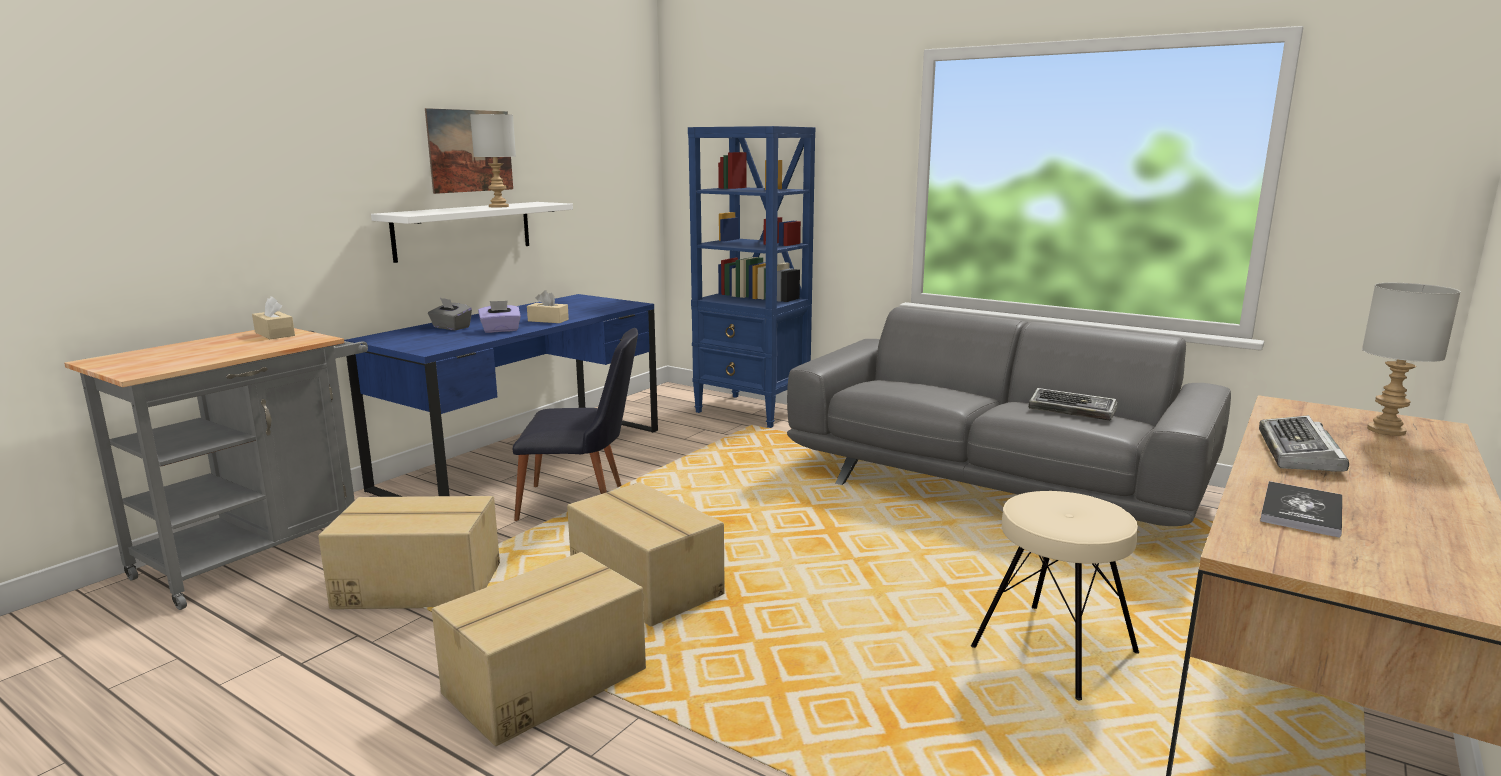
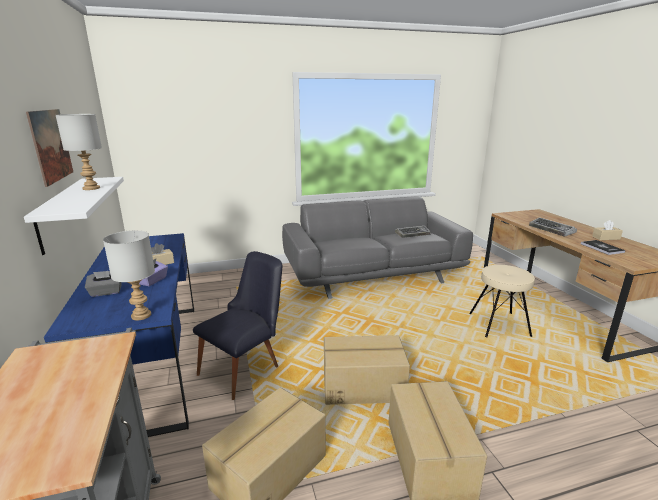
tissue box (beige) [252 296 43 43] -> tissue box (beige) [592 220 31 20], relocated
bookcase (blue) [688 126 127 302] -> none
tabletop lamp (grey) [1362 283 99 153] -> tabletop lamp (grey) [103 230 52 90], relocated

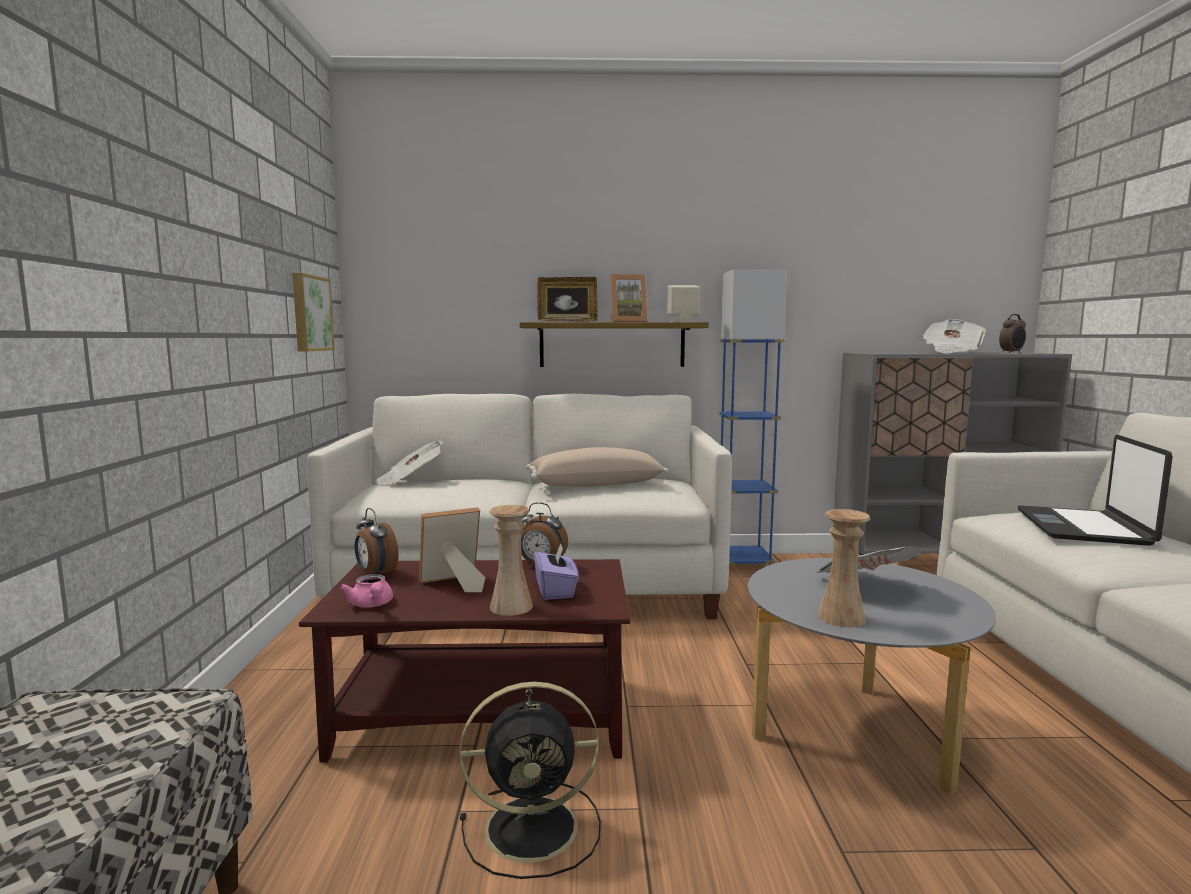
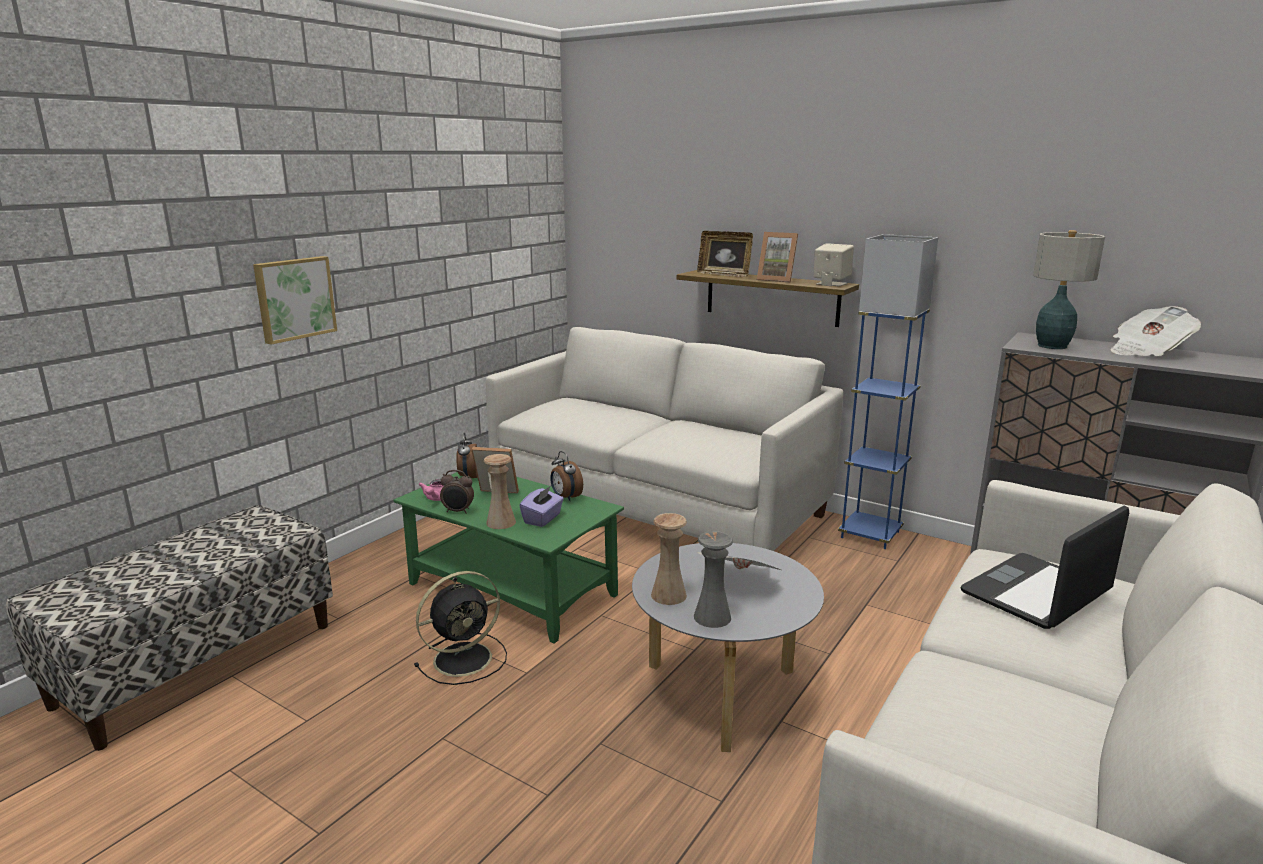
wall art [292 273 43 78] -> wall art [253 256 84 89], relocated
low table (brownish) [299 559 331 204] -> low table (greenish) [394 472 230 172]
daily paper [375 441 68 43] -> none
cooling fan (black) [459 682 142 197] -> cooling fan (black) [414 571 93 114], 60 degrees counterclockwise
cushion (beige) [526 447 142 40] -> none
alarm clock [999 314 27 39] -> alarm clock [440 470 34 44], relocated
none -> vase (grey) [694 531 39 97]
none -> tabletop lamp [1033 230 72 119]

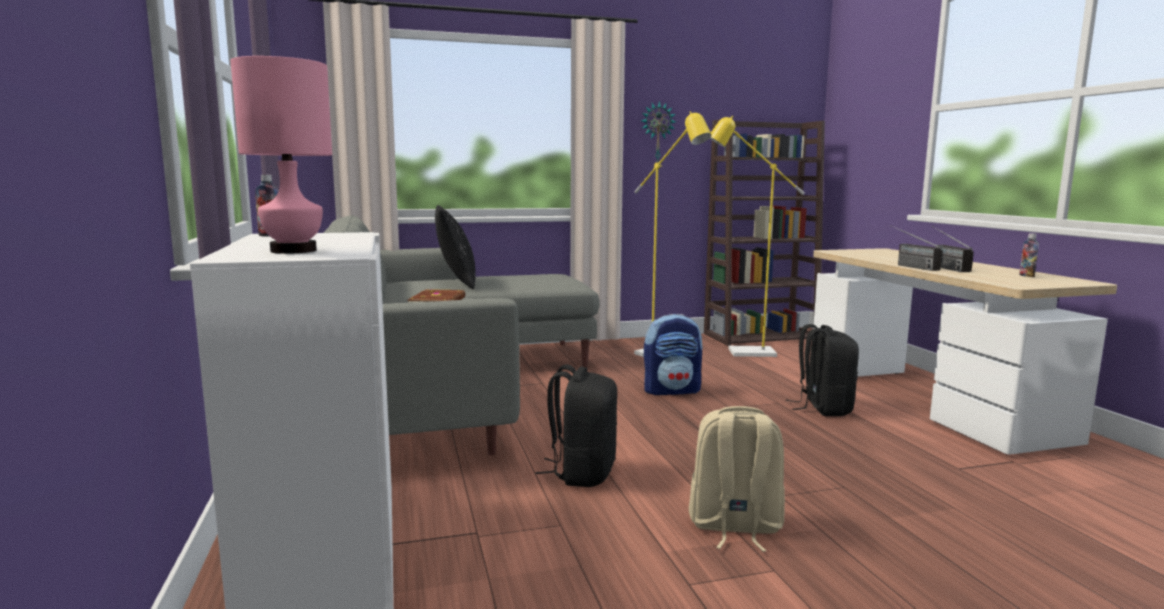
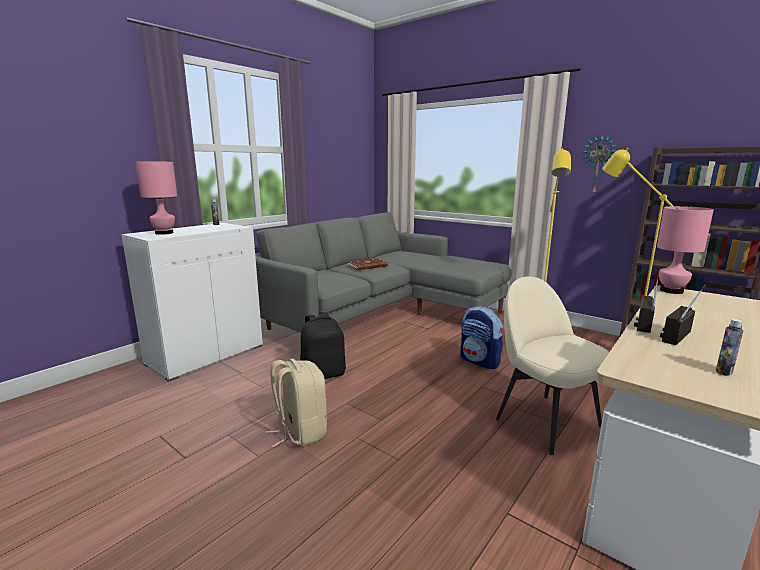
cushion (black) [435 205 40 84] -> none
knapsack (black) [786 324 73 92] -> plain chair (beige) [496 276 113 179]
none -> tabletop lamp (pink-coloured) [657 206 57 88]

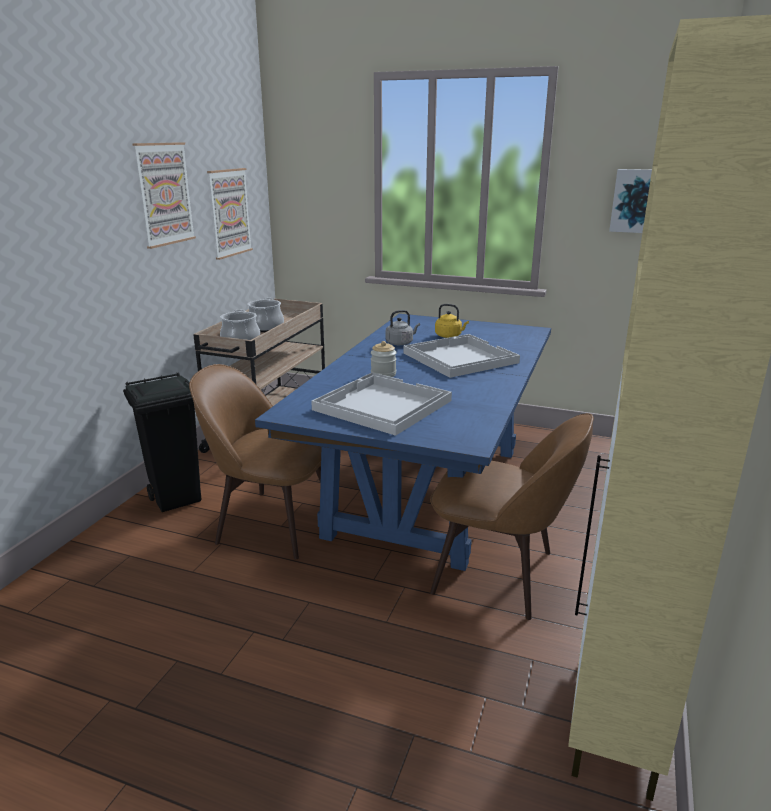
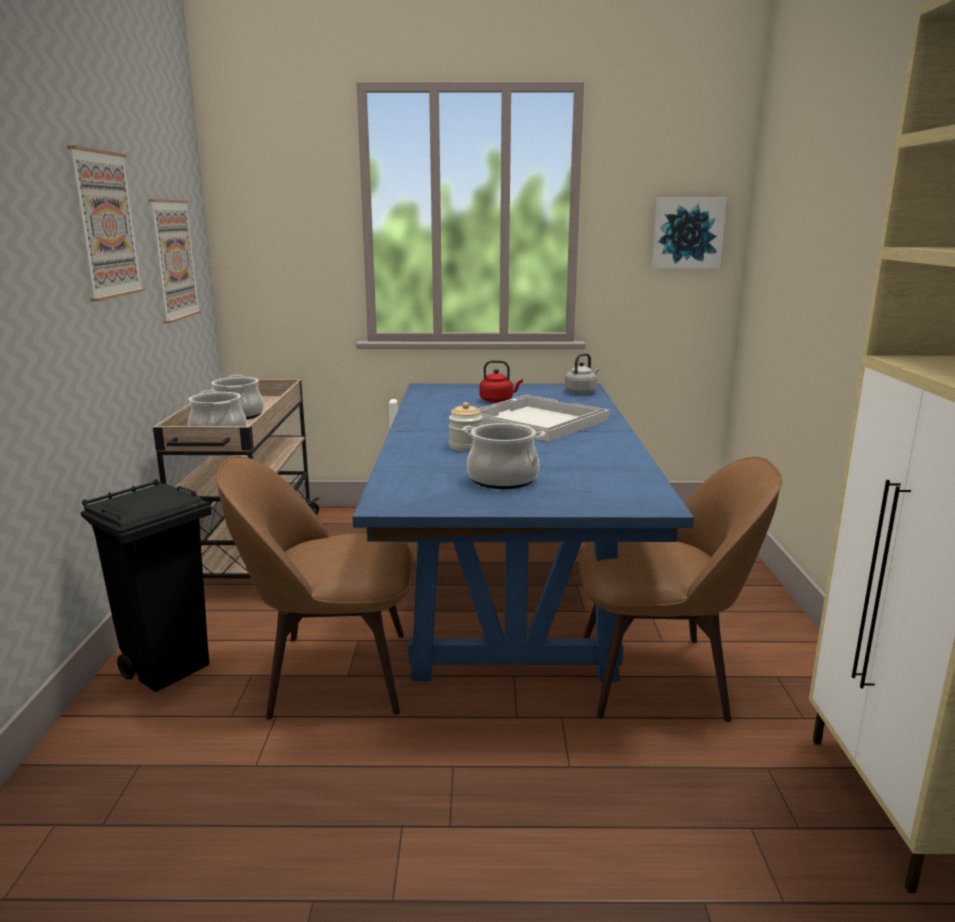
serving tray (white-coloured) [311 372 141 64] -> cooking pot [462 423 84 66]
water kettle (grey) [386 310 34 35] -> water kettle (grey) [565 353 34 41], relocated
water kettle (yellowish) [435 304 34 34] -> water kettle (reddish) [480 360 43 43]

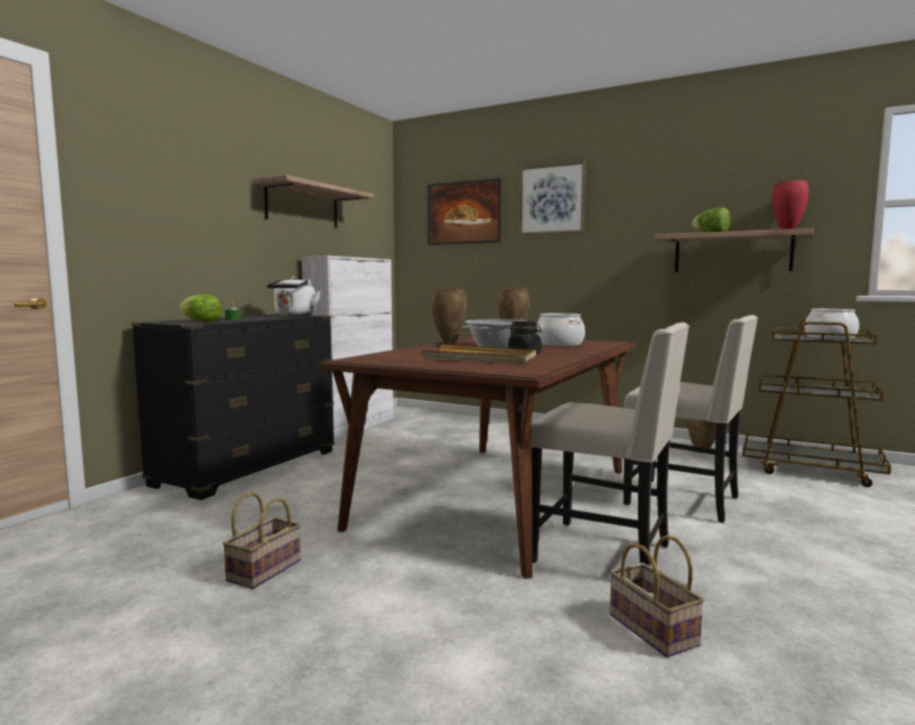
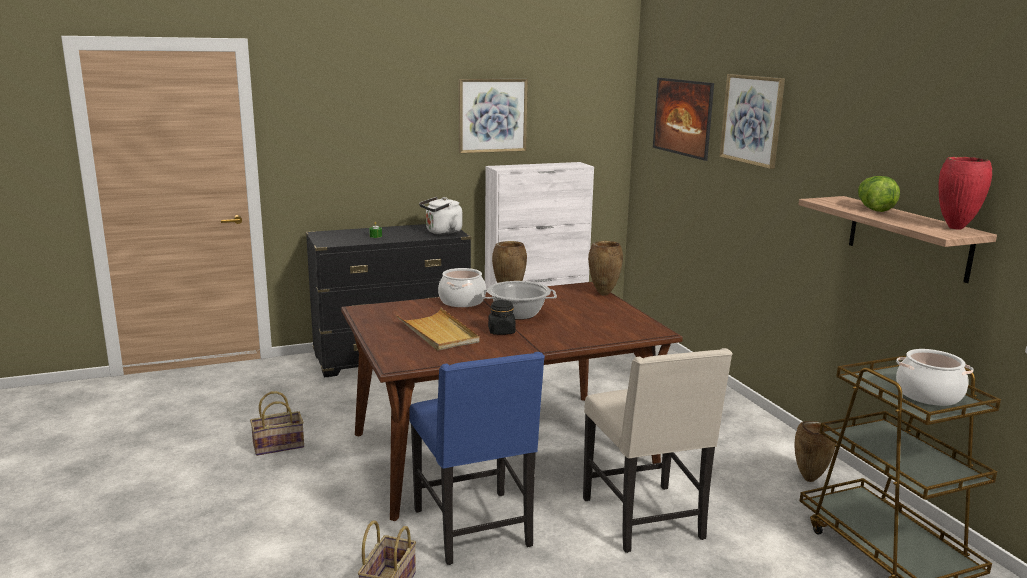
lettuce [179 294 43 28] -> none
bracket shelf [253 175 121 53] -> wall art [459 79 69 74]
plain chair (beige) [532 322 157 245] -> plain chair (blue) [409 352 136 213]
cooking pot [536 313 49 34] -> cooking pot [438 268 48 39], relocated

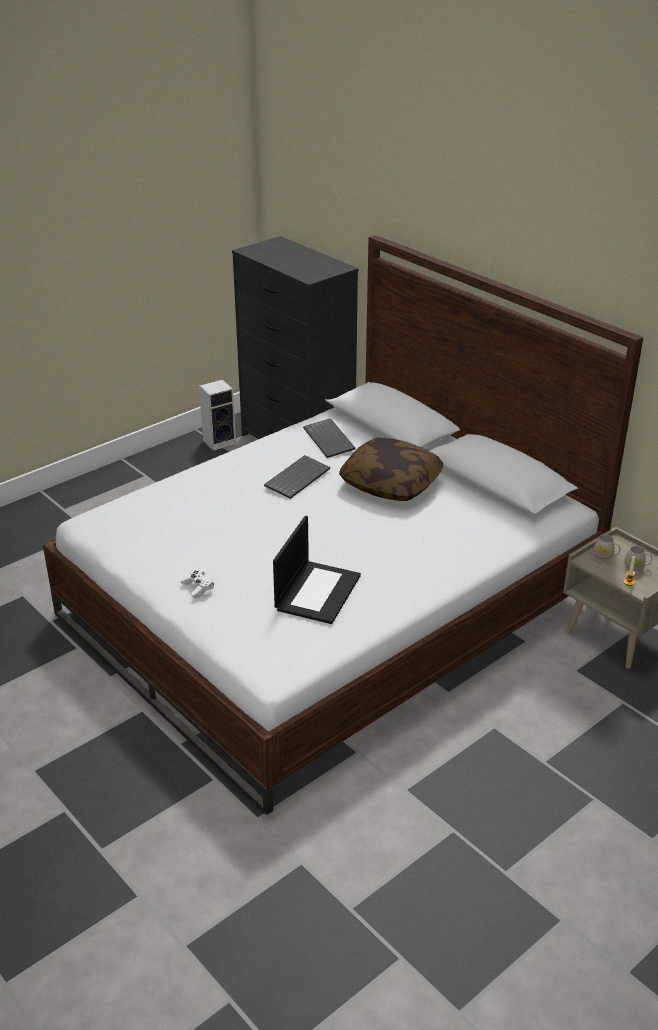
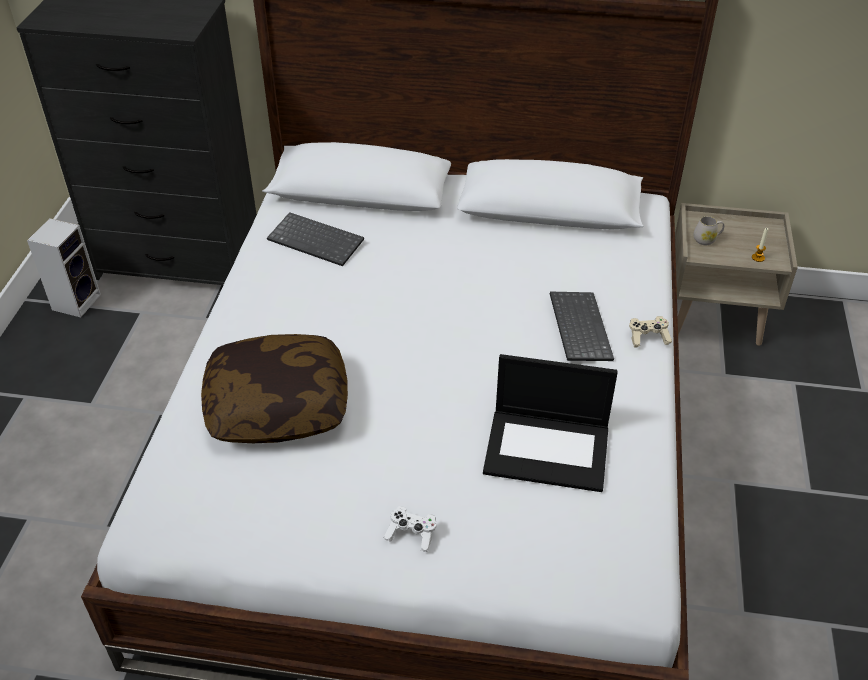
computer keyboard [264 455 66 44] -> computer keyboard [550 292 64 69], relocated
laptop [273 516 88 108] -> laptop [483 354 135 138], 120 degrees clockwise
cushion [339 438 104 63] -> cushion [201 334 147 109], relocated
mug (white-coloured) [625 546 27 25] -> none
none -> gamepad (beige) [629 316 43 31]

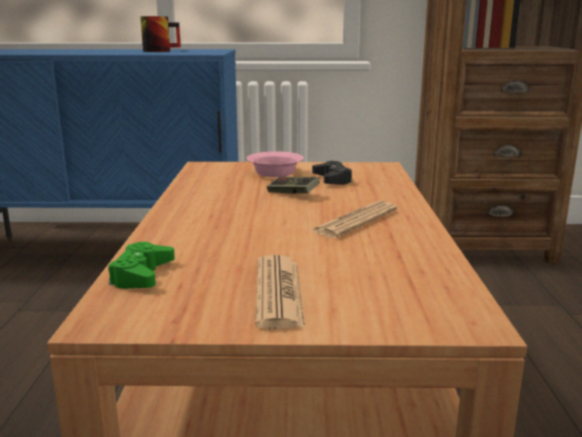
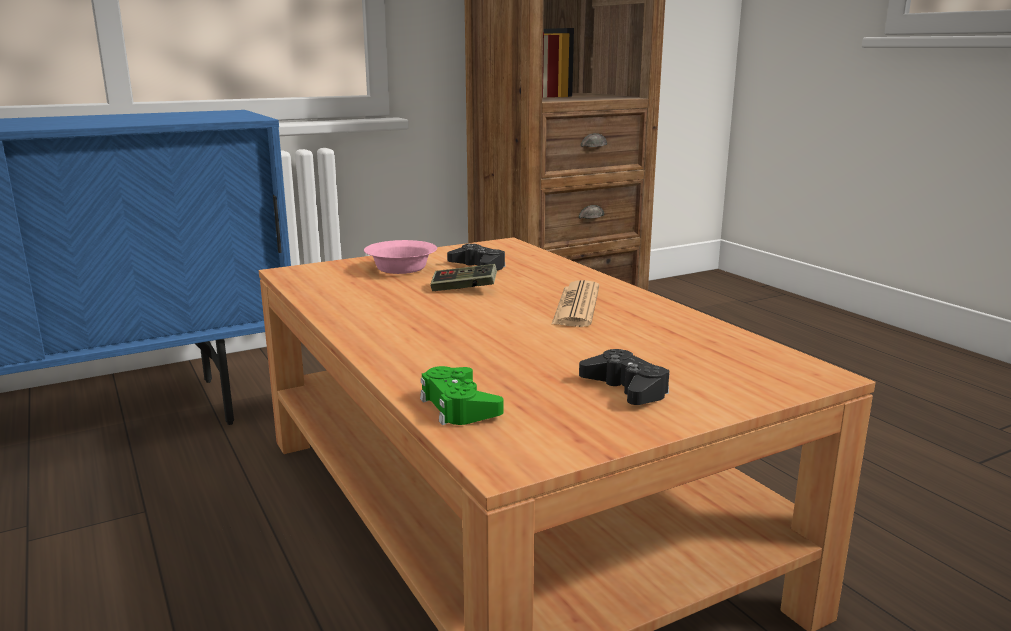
mug [140 16 41 36] -> none
daily paper [255 255 50 74] -> gamepad (black) [579 349 90 56]

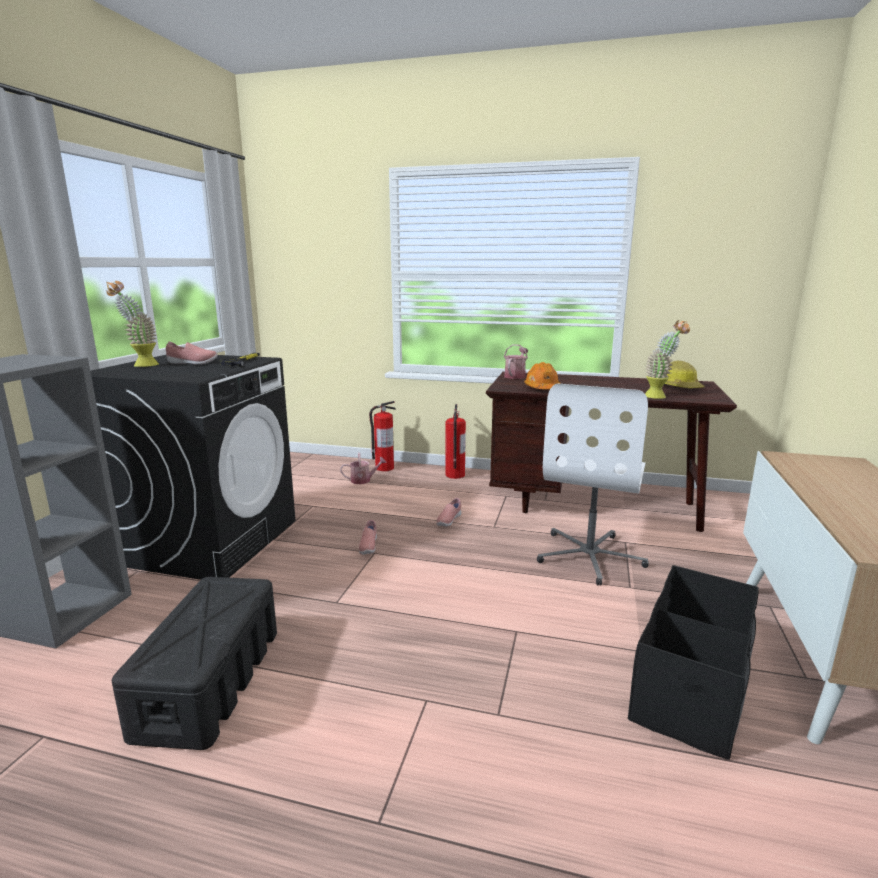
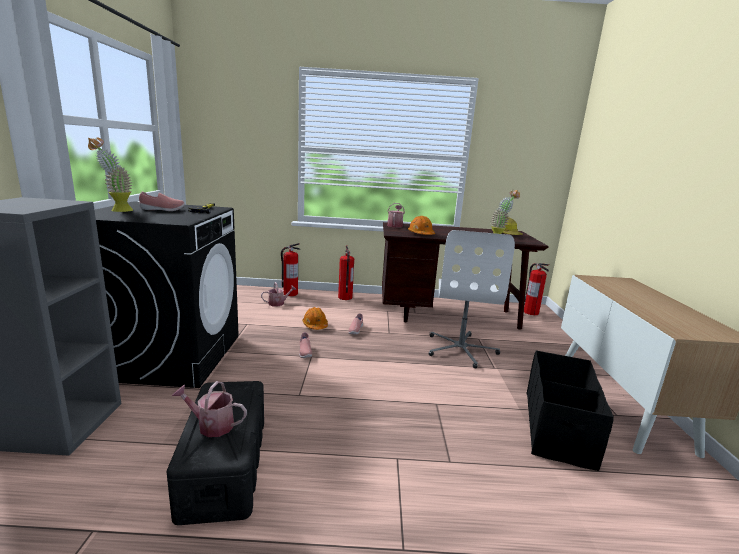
none -> watering pot [172 381 75 56]
none -> work helmet (orangey) [303 307 25 23]
none -> fire extinguisher [524 263 25 52]

